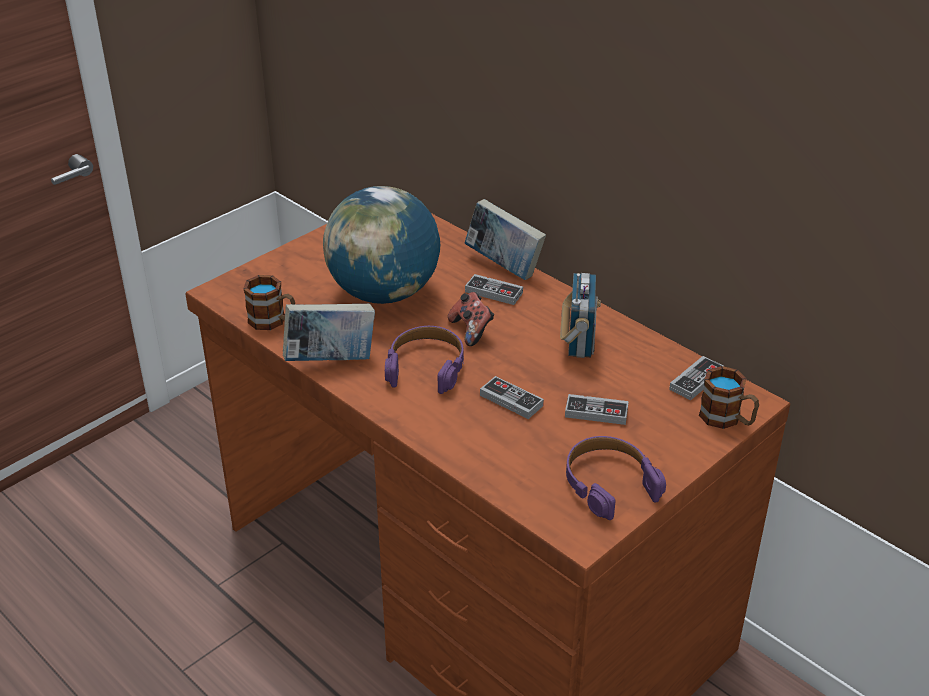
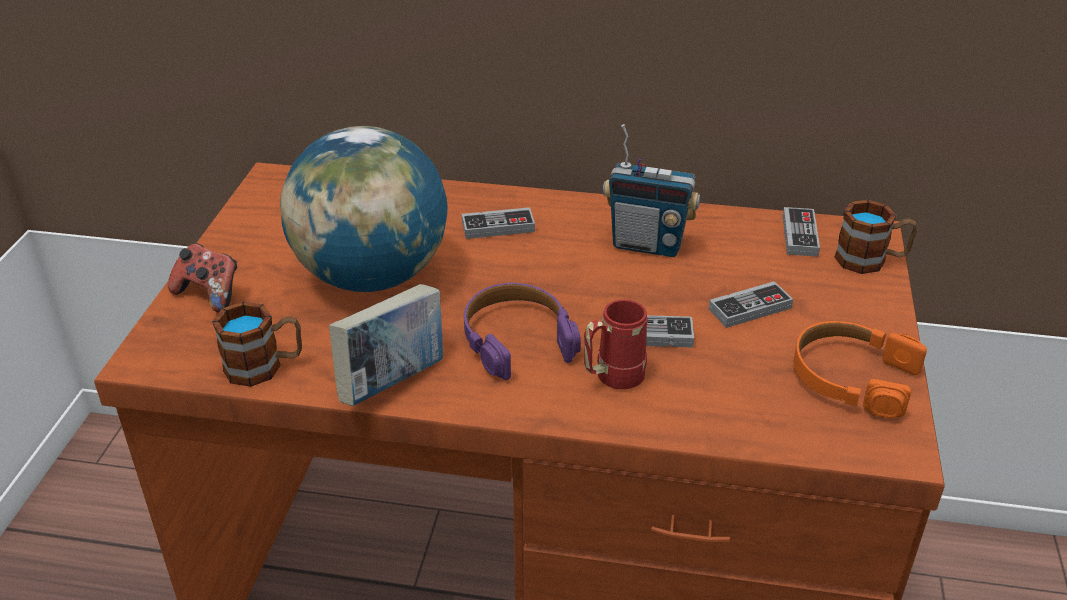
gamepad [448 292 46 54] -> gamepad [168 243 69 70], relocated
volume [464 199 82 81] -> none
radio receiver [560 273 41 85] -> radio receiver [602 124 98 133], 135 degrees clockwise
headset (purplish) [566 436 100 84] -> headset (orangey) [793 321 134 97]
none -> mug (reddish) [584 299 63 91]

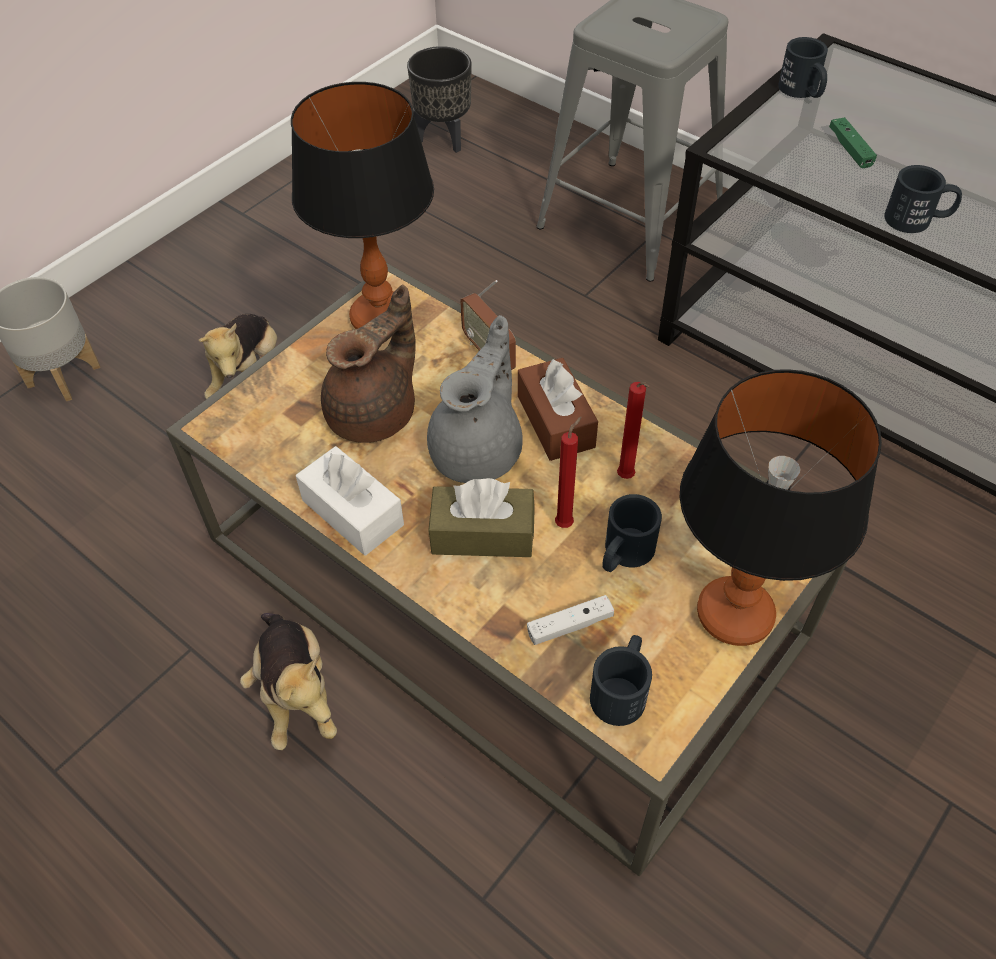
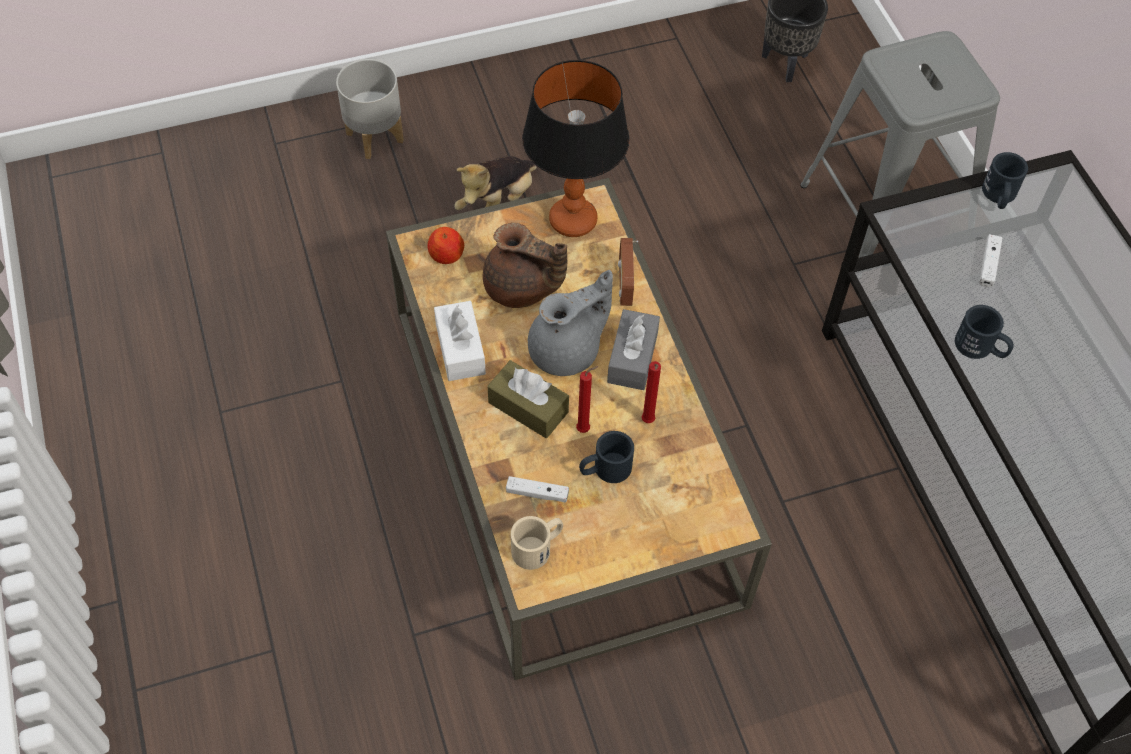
soft toy [240 613 97 137] -> none
teapot (brownish) [321 285 95 158] -> teapot (brownish) [483 223 84 85], 45 degrees clockwise
tissue box (brownish) [518 358 80 103] -> tissue box (grey) [607 309 53 81]
mug (black) [590 635 62 91] -> mug (beige) [511 516 52 54]
tabletop lamp [680 369 202 277] -> none
gamepad (greenish) [829 117 48 51] -> gamepad (white-coloured) [979 234 23 53]
none -> apple [428 227 36 37]

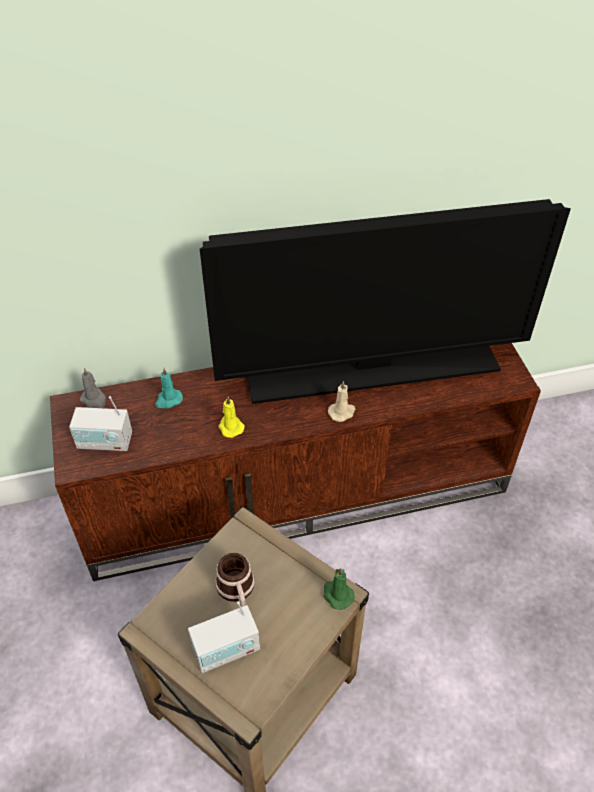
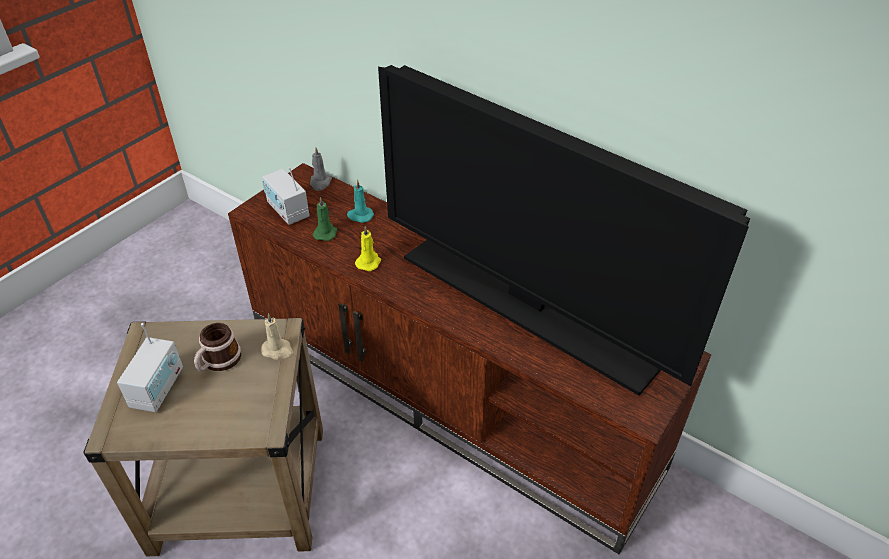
radio receiver [188 601 72 72] -> radio receiver [117 323 66 89], 105 degrees counterclockwise
wax candle (greenish) [323 568 32 42] -> wax candle (greenish) [313 197 24 44], relocated
wax candle (beige) [328 381 27 41] -> wax candle (beige) [261 313 32 47], relocated

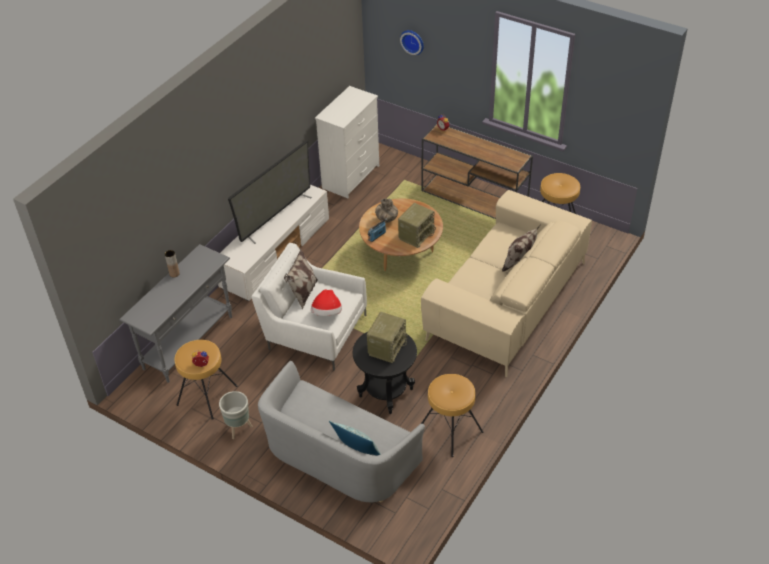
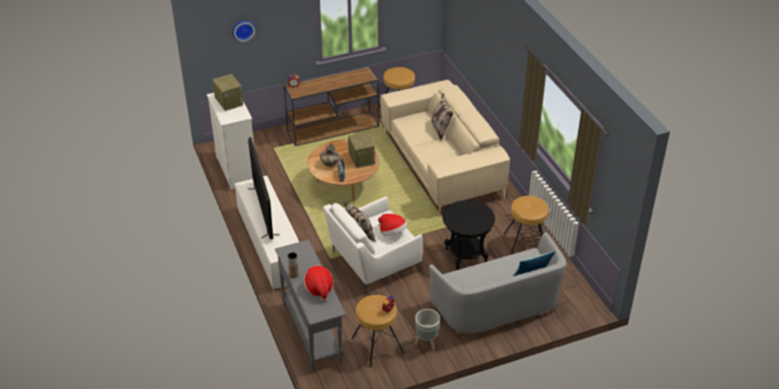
radio receiver [367 312 41 51] -> radio receiver [212 74 31 37], relocated
none -> wearable hat [304 266 29 35]

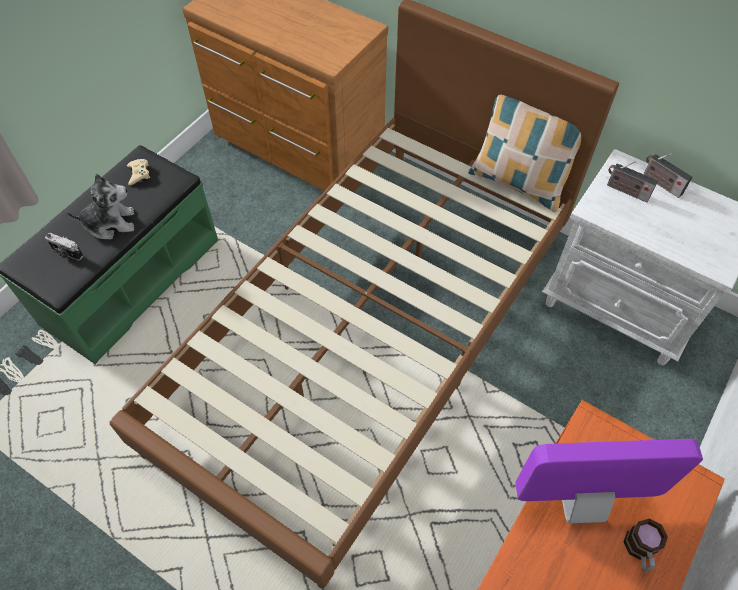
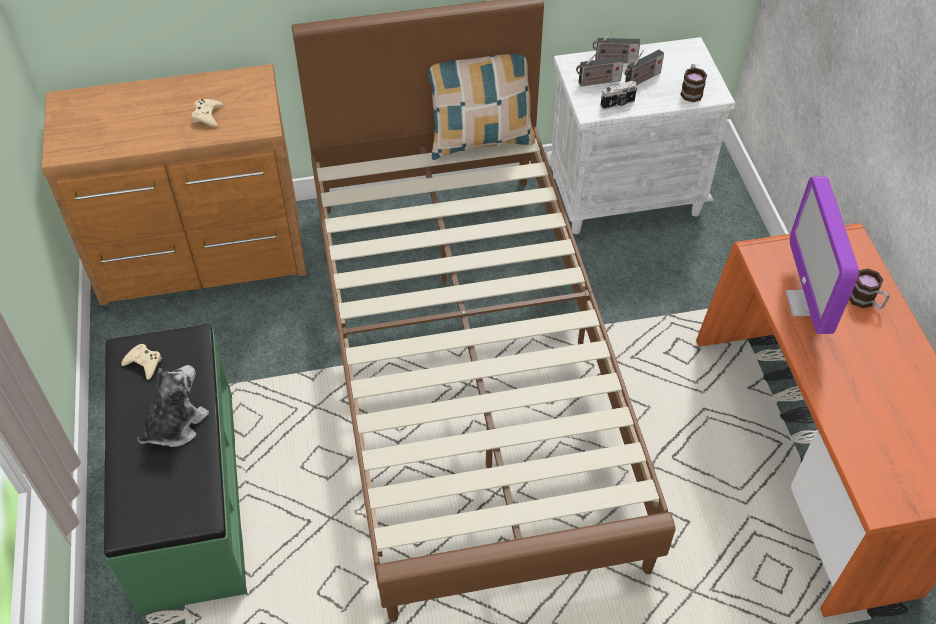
photo camera [45 233 38 28] -> photo camera [600 81 37 29], relocated
computer display [515 439 188 84] -> computer display [785 176 74 158], 45 degrees counterclockwise
none -> gamepad (beige) [192 99 31 28]
none -> radio receiver [625 49 39 36]
none -> mug [680 64 27 38]

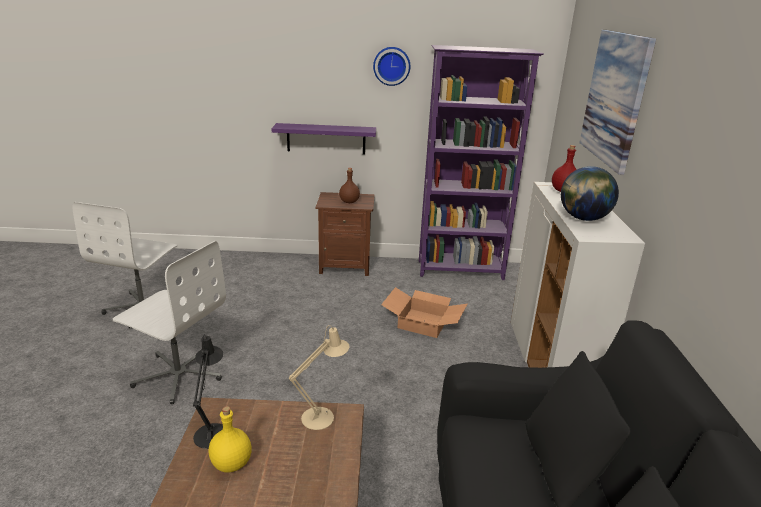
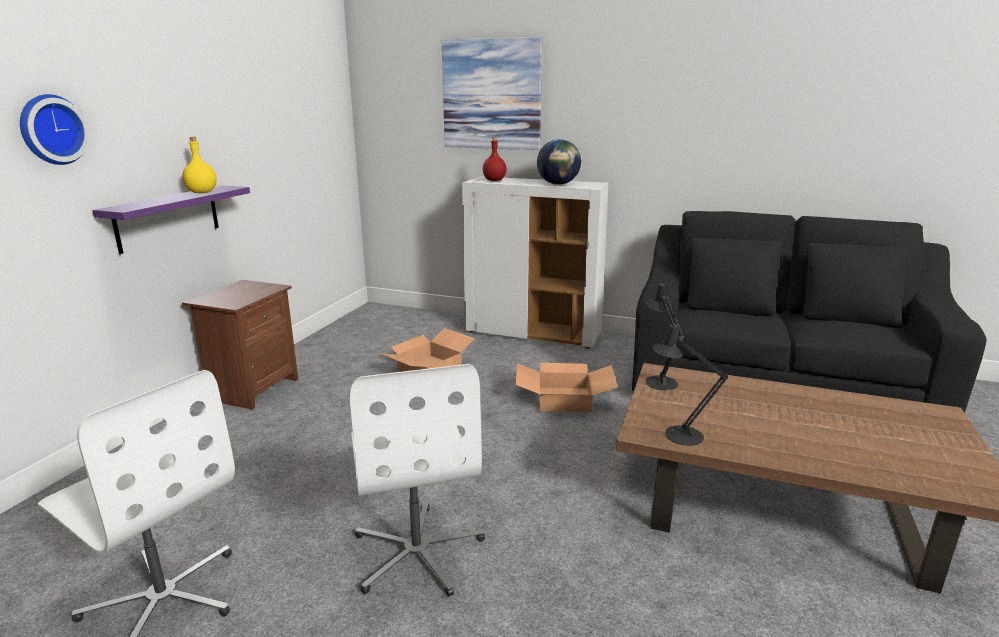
computer chair (white-coloured) [113 241 113 163] -> computer chair (white-coloured) [350 364 135 233], 120 degrees clockwise
bottle (yellowish) [209 406 43 67] -> bottle (yellowish) [182 137 35 56], relocated
tabletop lamp (beige) [289 325 60 105] -> tabletop lamp (black) [646 280 38 110]
bottle (brownish) [339 168 21 35] -> none
hanging clock [373 47 37 39] -> hanging clock [20 94 70 71], relocated
bookcase (purplish) [419 45 125 235] -> none
none -> cardboard box [516 363 102 49]

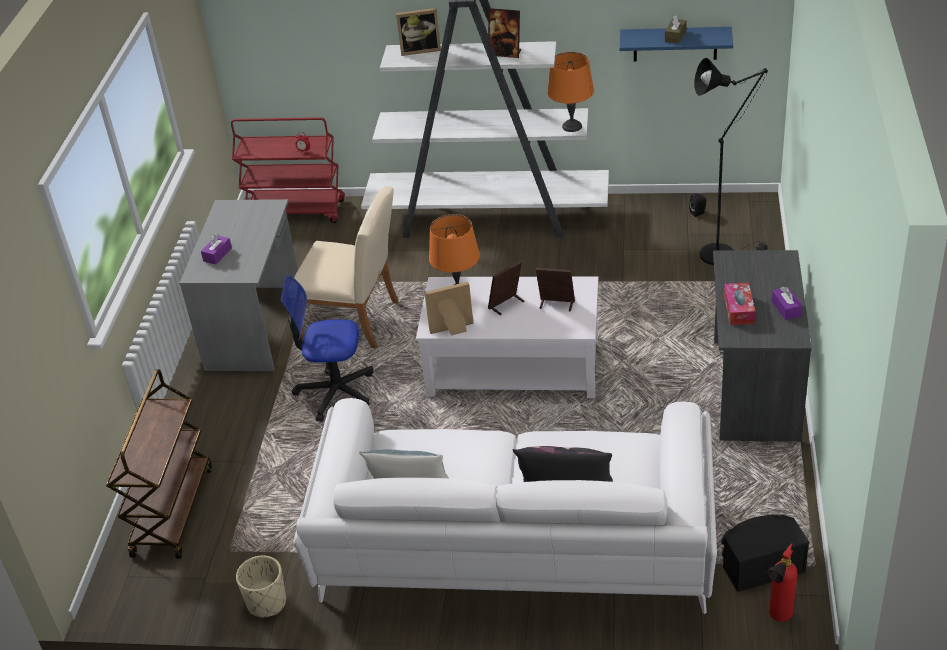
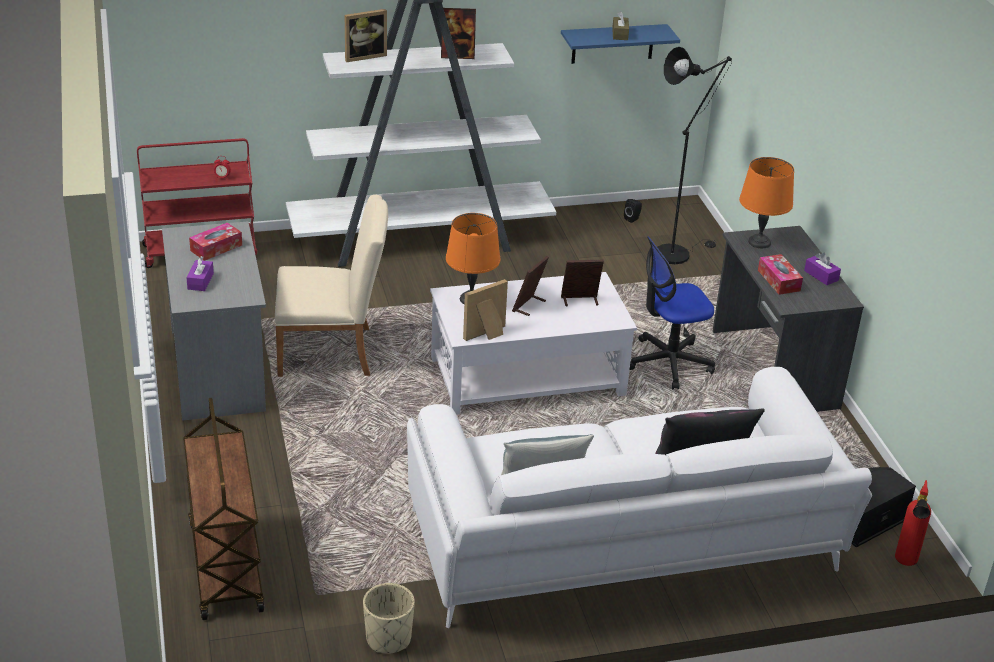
computer chair [281 276 93 146] -> computer chair [630 236 85 154], relocated
tabletop lamp (orangey) [548 52 46 80] -> tabletop lamp (orangey) [739 157 55 91], relocated
none -> tissue box [189 222 53 39]

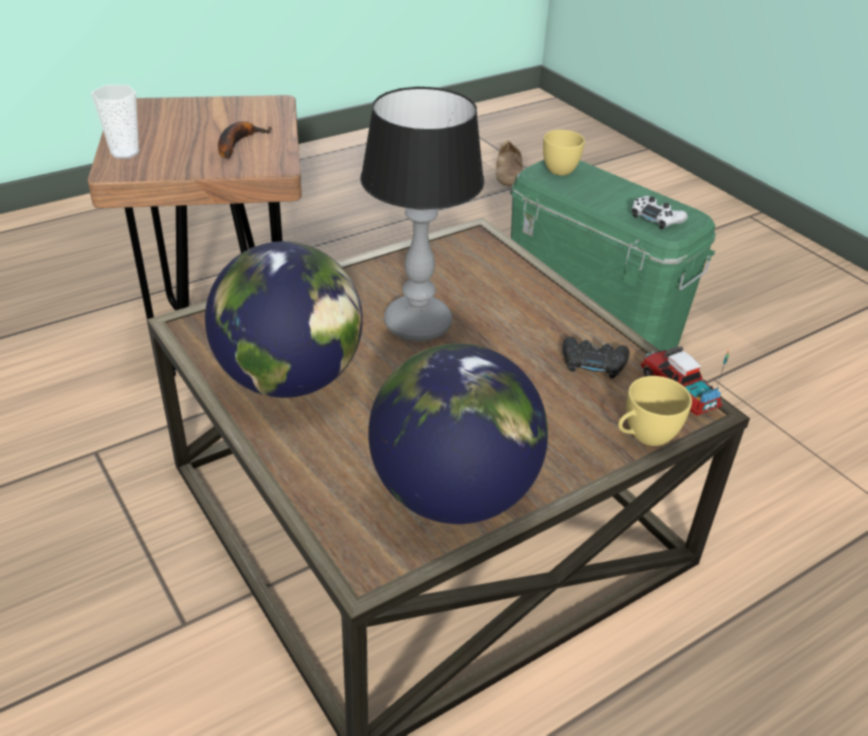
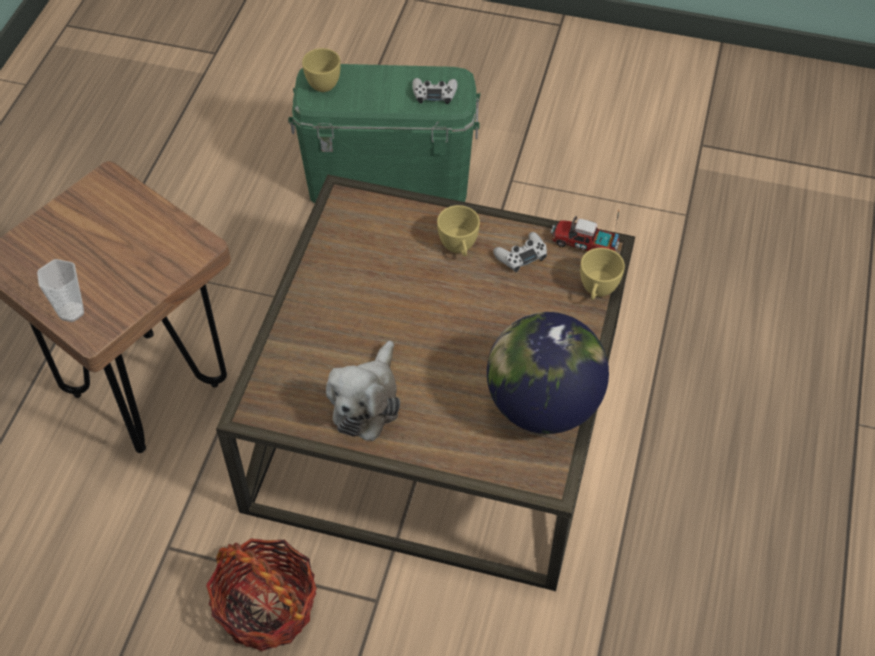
world globe [205 241 158 157] -> soft toy [326 341 74 100]
banana fruit [218 121 54 37] -> none
tabletop lamp [360 87 124 255] -> none
low shoe (beige) [496 140 27 47] -> none
gamepad (black) [562 337 67 42] -> gamepad (white-coloured) [493 232 54 40]
none -> household basket [206 539 111 112]
none -> drinking cup (yellowish) [437 205 43 51]

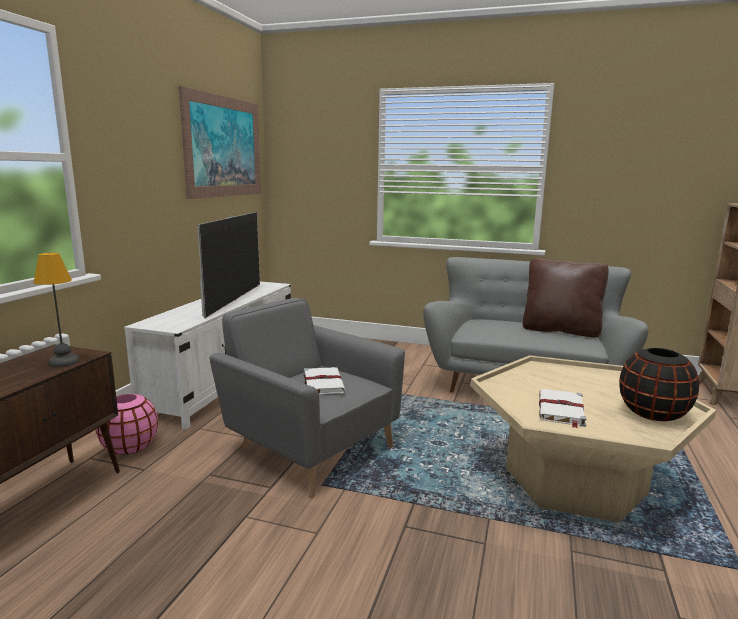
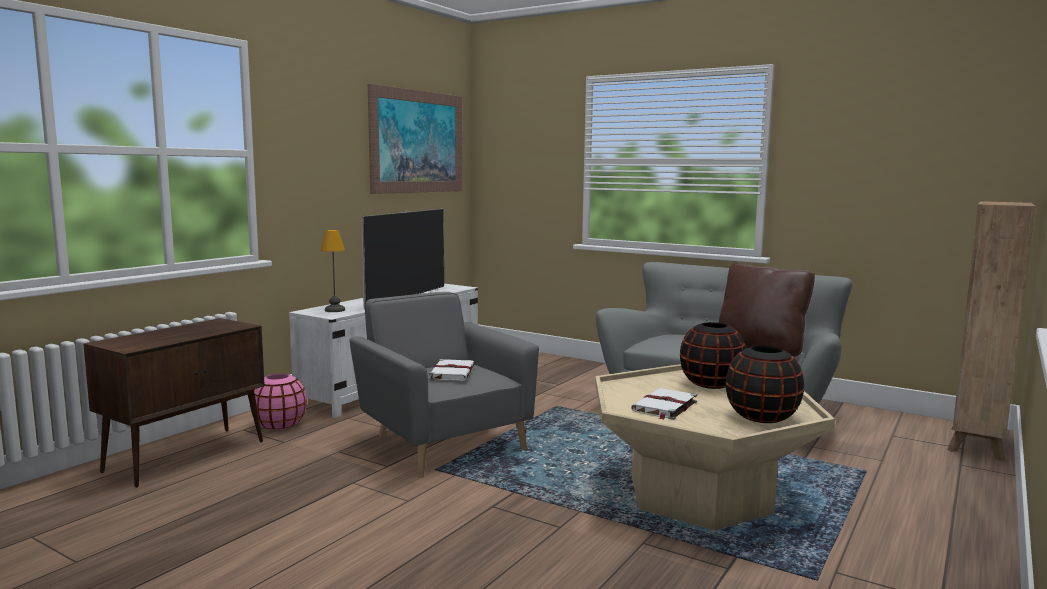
tabletop lamp [33 253 47 114] -> tabletop lamp [321 230 24 82], relocated
none -> vase (black) [680 322 66 67]

